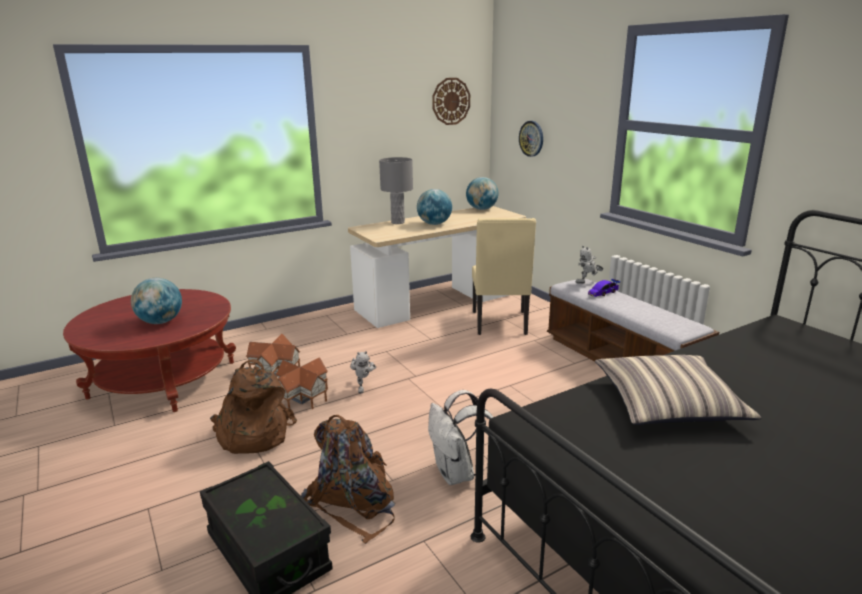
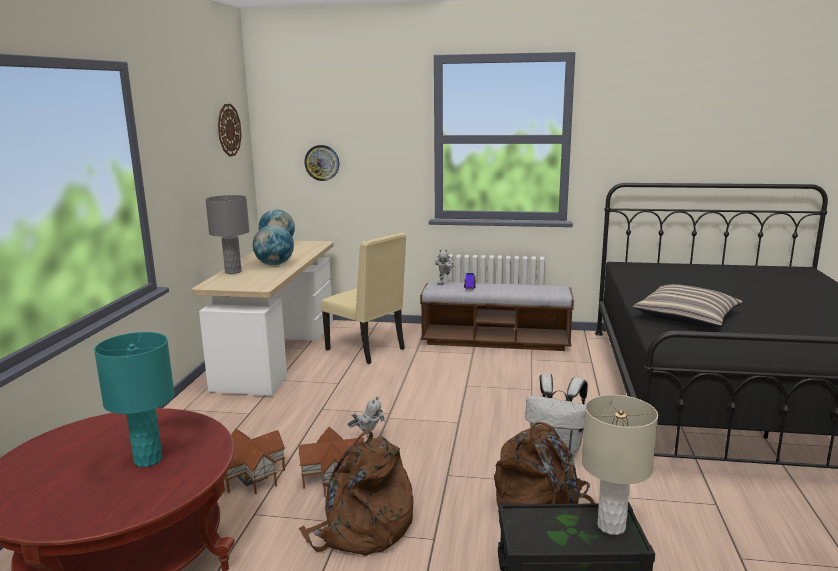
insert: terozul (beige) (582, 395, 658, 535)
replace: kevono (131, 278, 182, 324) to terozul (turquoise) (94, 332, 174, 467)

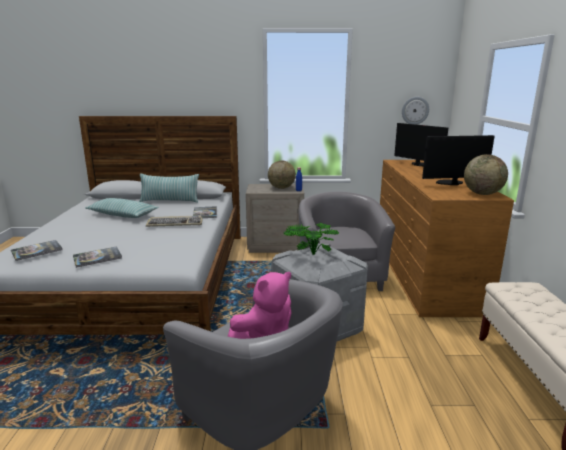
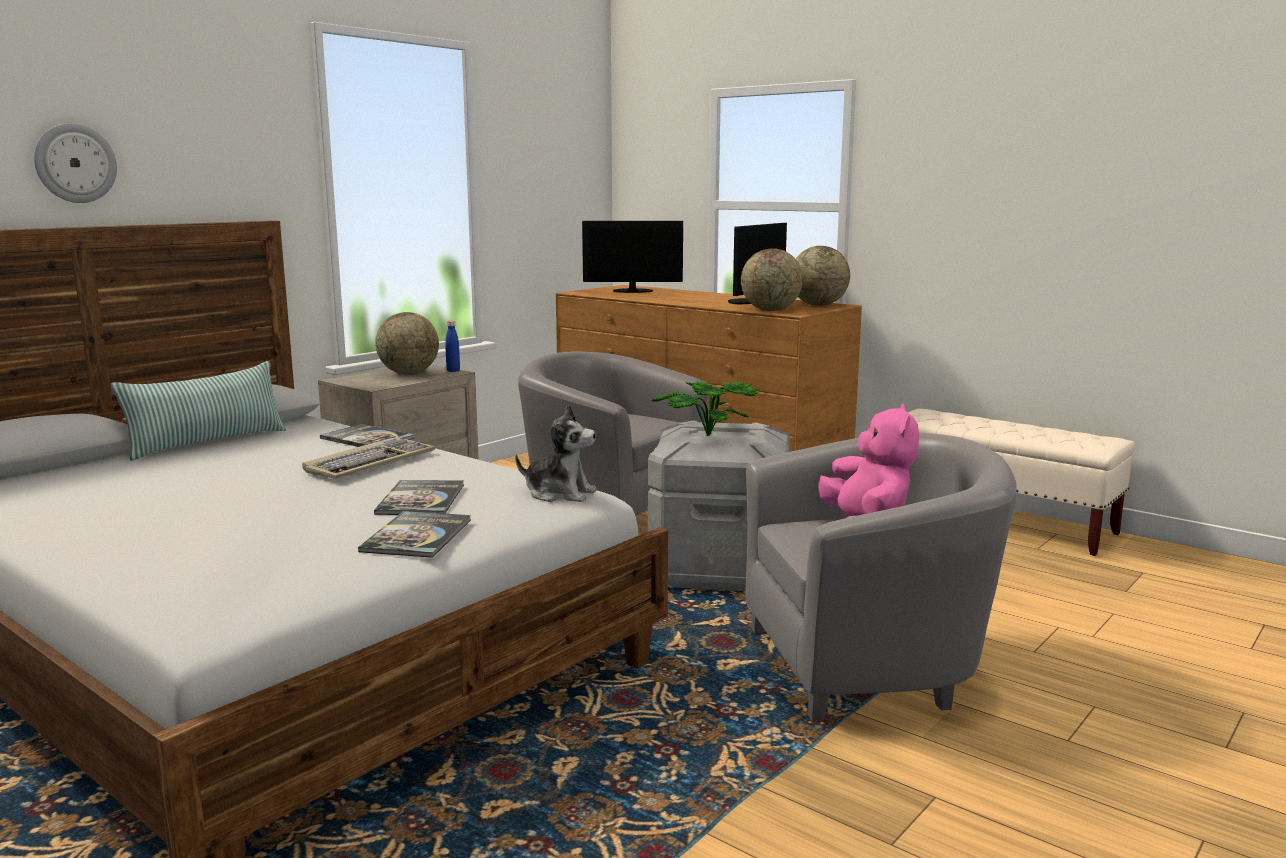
delete: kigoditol (85, 198, 159, 218)
insert: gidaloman (515, 404, 597, 502); kevono (741, 248, 803, 311)
move: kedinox (402, 97, 429, 125) to (34, 123, 117, 203); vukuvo (11, 240, 62, 261) to (374, 480, 464, 515)

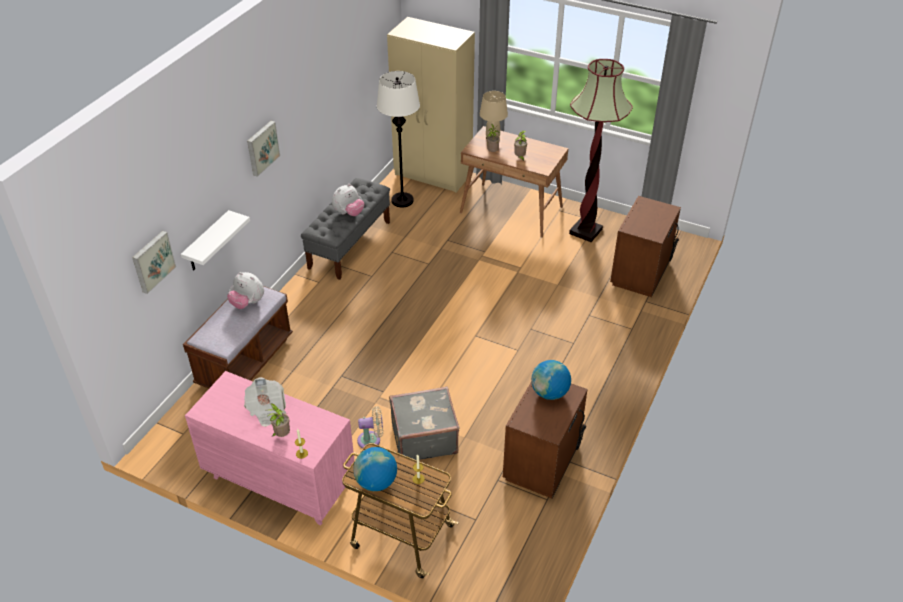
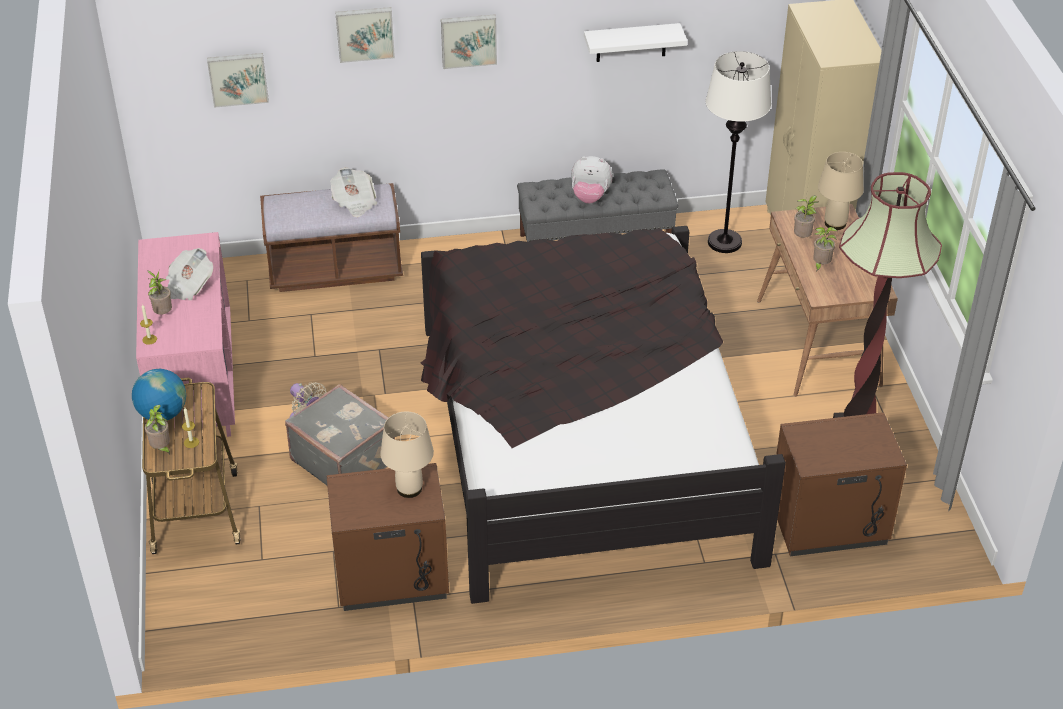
insert: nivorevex (145, 405, 170, 455); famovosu (335, 7, 395, 63); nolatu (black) (421, 226, 786, 604)
move: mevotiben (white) (181, 210, 250, 270) to (584, 23, 687, 62)
replace: gidaloman (227, 272, 264, 309) to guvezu (330, 167, 377, 217); kevono (531, 360, 571, 400) to terozul (beige) (380, 411, 434, 498)

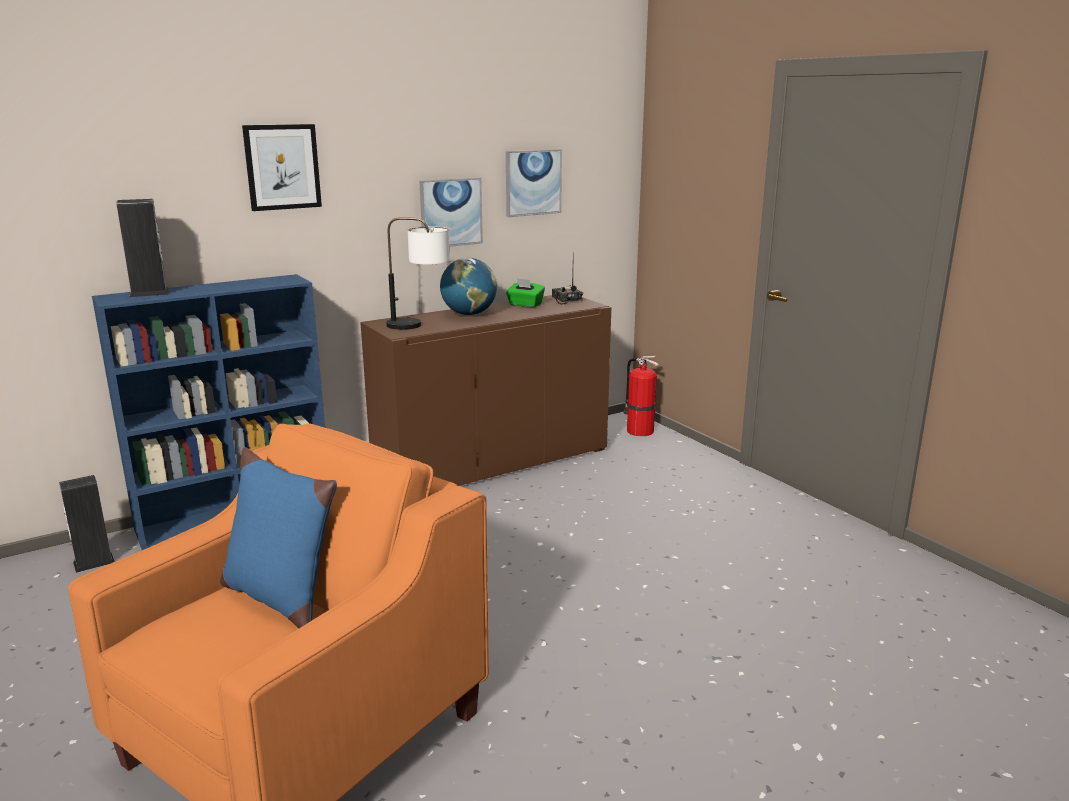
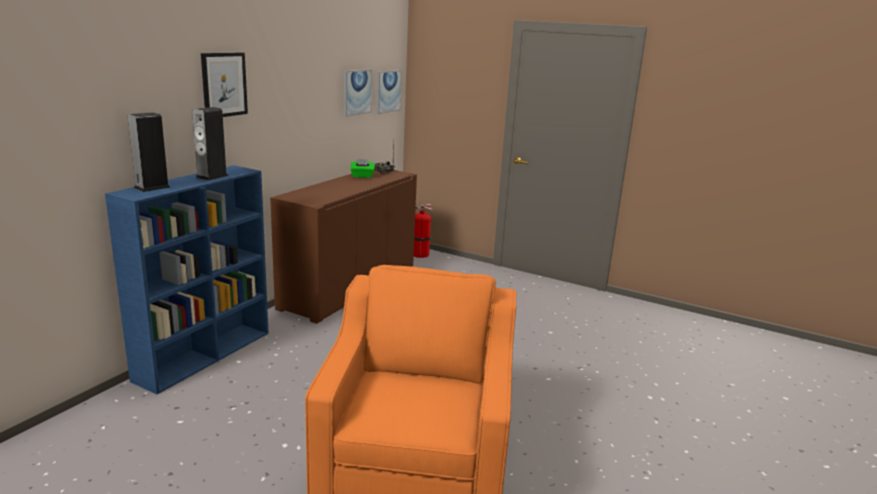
delete: kigoditol (blue) (220, 447, 337, 628); terozul (386, 217, 450, 329); kevono (440, 258, 497, 315)
move: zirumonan (59, 475, 115, 573) to (192, 107, 229, 181); famovosu (419, 177, 483, 247) to (376, 70, 401, 114)

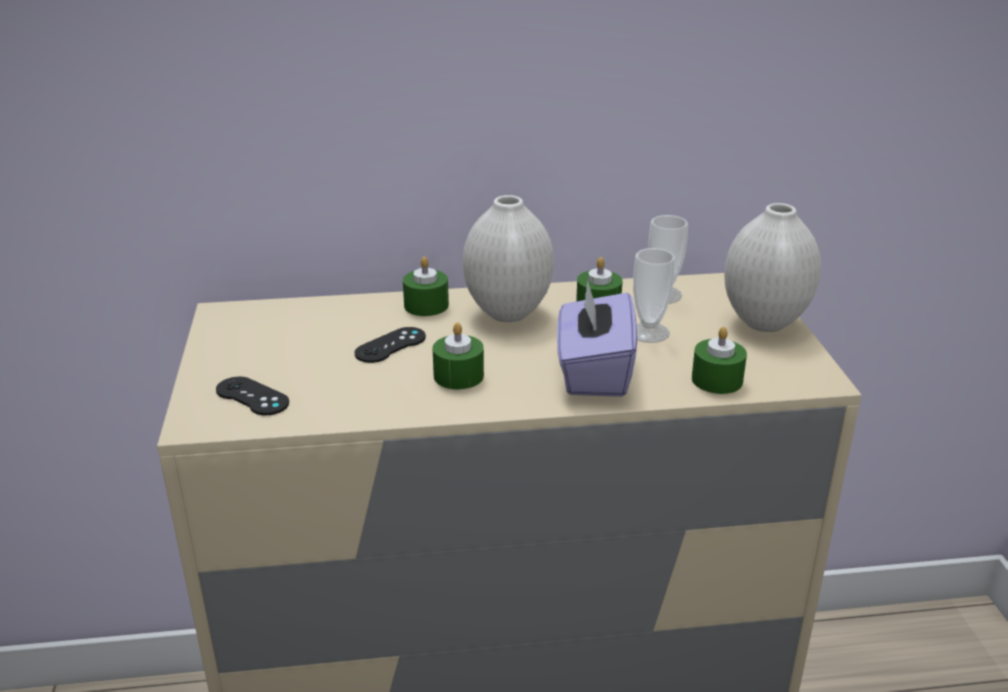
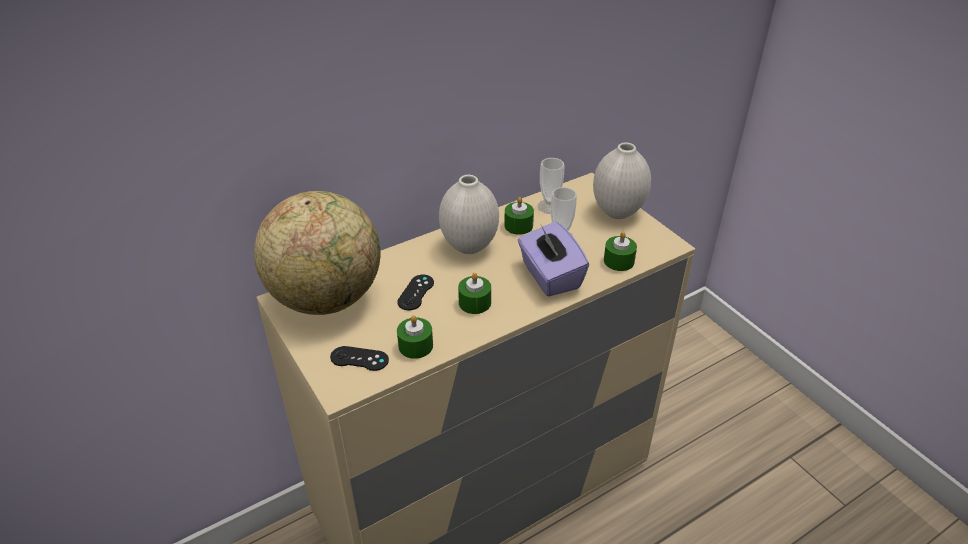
insert: kevono (254, 191, 381, 315)
move: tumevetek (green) (403, 257, 449, 316) to (397, 315, 433, 359)

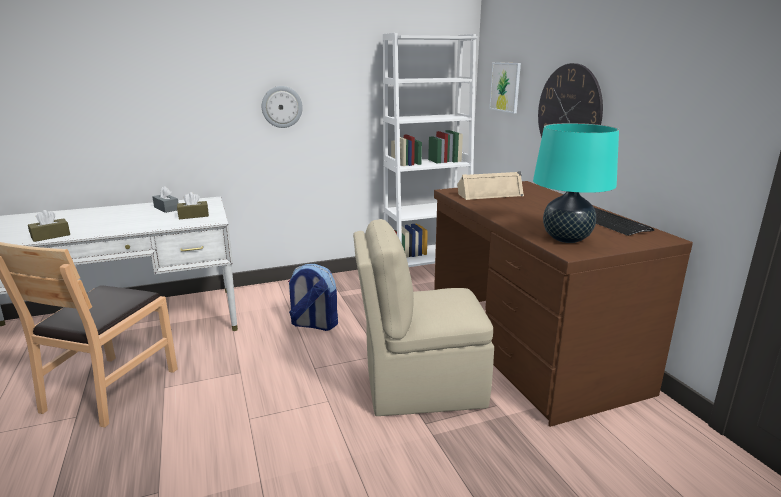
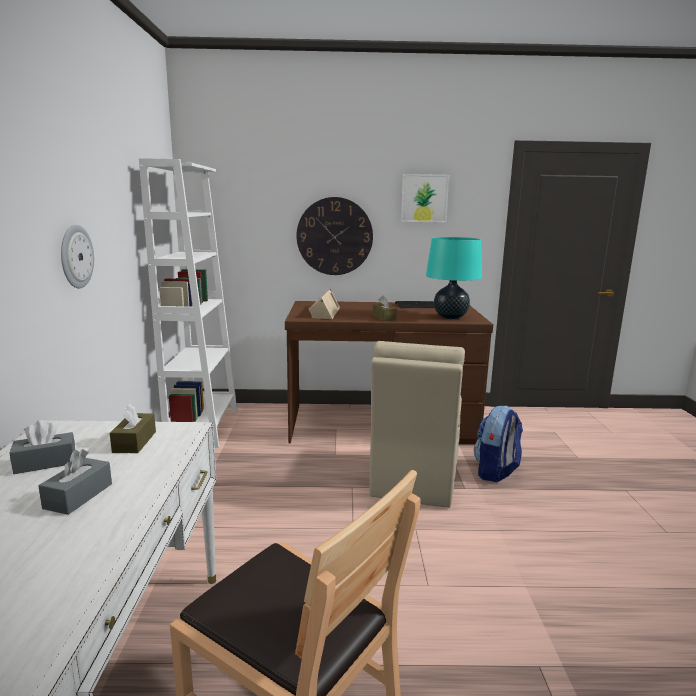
insert: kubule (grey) (38, 449, 112, 515)
move: kubule (brown) (28, 210, 70, 242) to (373, 295, 397, 321); famovosu (489, 62, 521, 113) to (401, 174, 449, 223); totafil (288, 264, 338, 331) to (474, 406, 523, 482)

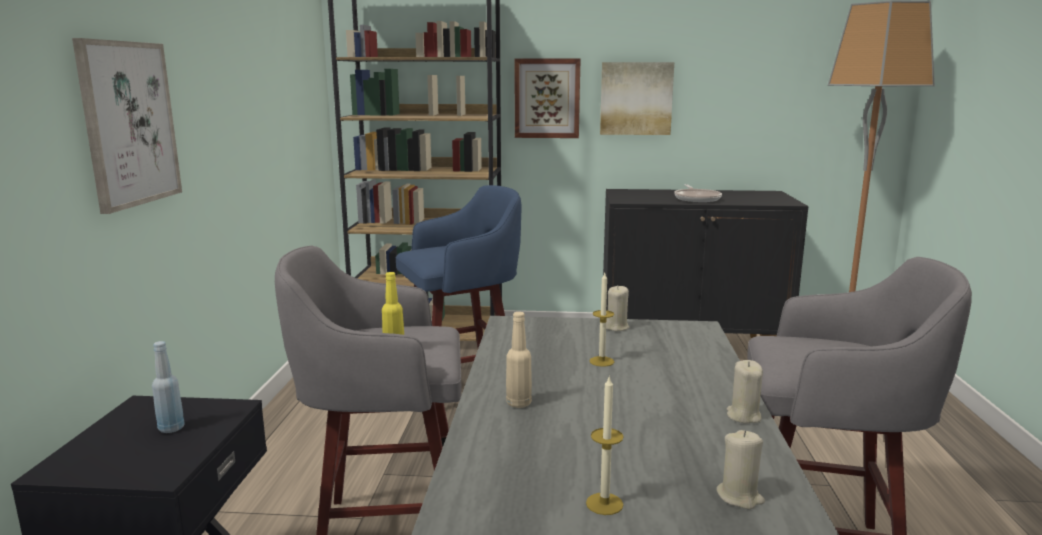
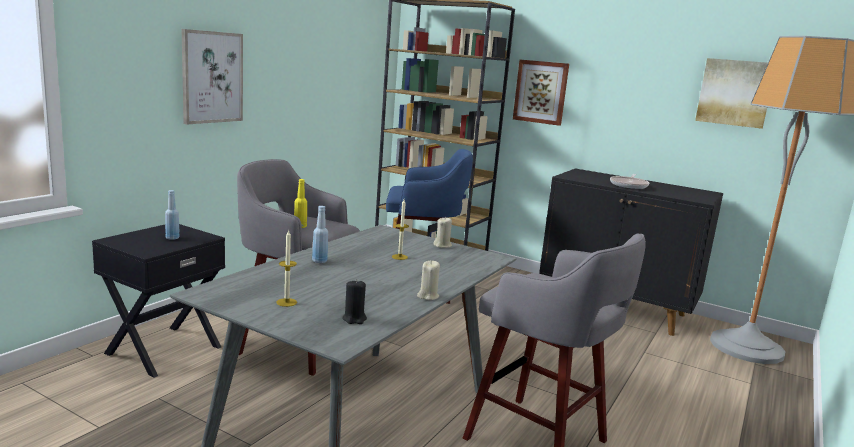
move: famovosu (600, 62, 674, 135) to (695, 58, 768, 129)
recolor: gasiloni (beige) (506, 312, 532, 408) to gasiloni (blue) (312, 206, 328, 263); tumevetek (beige) (716, 430, 765, 509) to tumevetek (black) (342, 279, 367, 324)

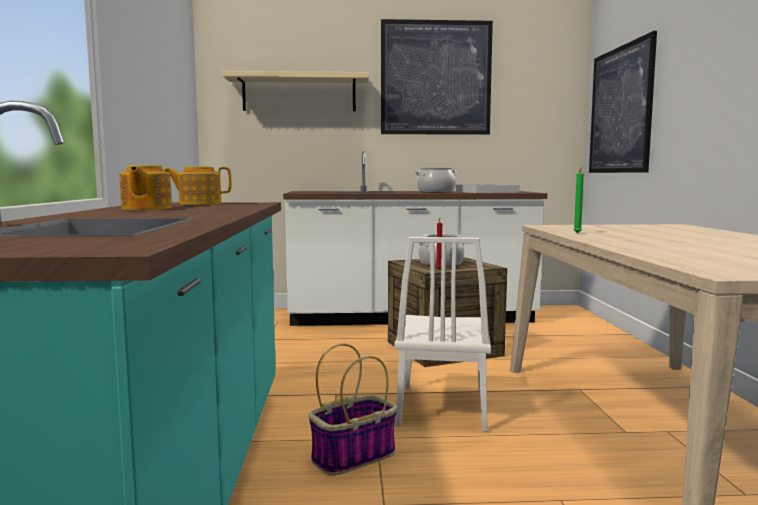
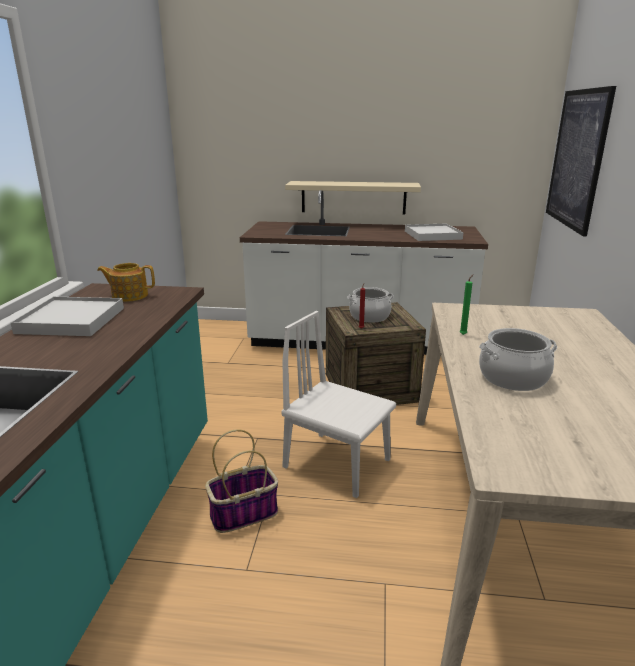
delete: famovosu (381, 19, 493, 135)
move: mevotiben (beige) (222, 71, 369, 111) to (285, 181, 421, 214); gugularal (415, 168, 457, 193) to (479, 328, 557, 391)
replace: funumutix (119, 165, 172, 210) to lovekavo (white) (10, 297, 124, 336)
rotate: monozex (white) (394, 237, 491, 432) = (281, 311, 396, 498) 105 degrees clockwise

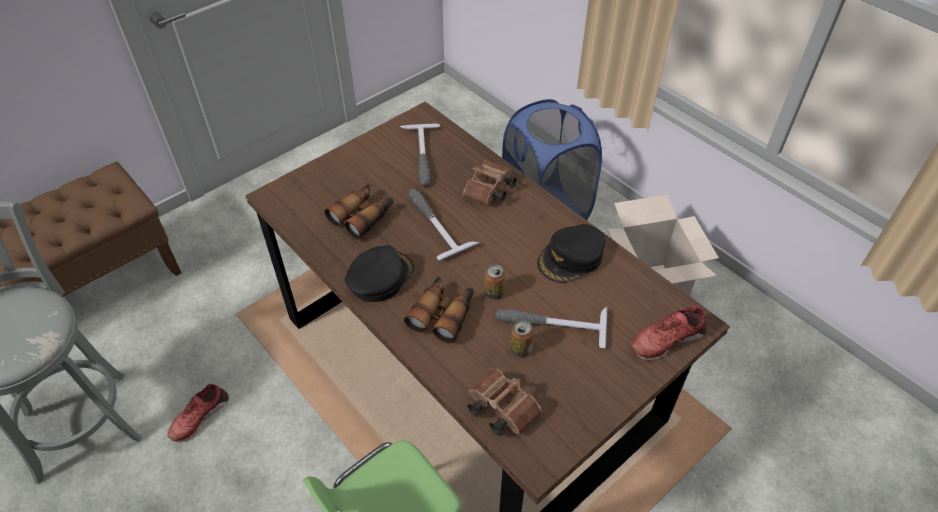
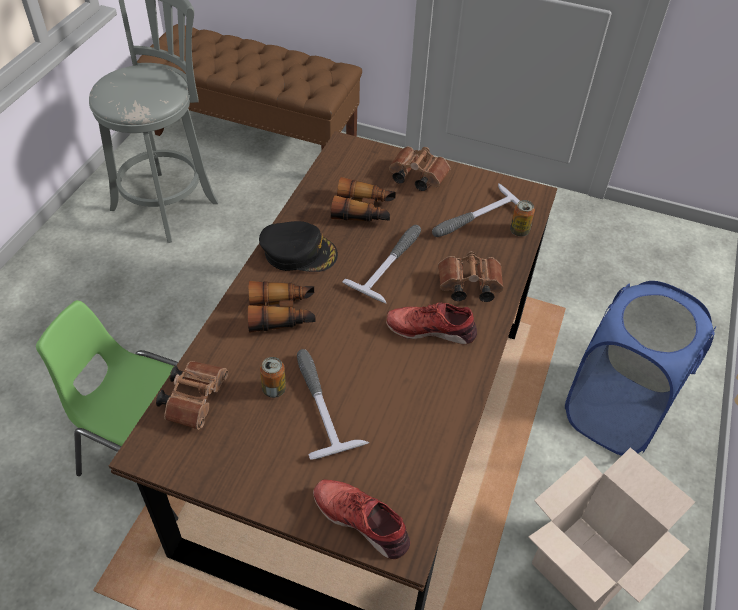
delete: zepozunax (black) (537, 224, 605, 283)
insert: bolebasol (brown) (389, 146, 450, 191)
move: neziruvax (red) (168, 384, 229, 442) to (386, 303, 477, 344); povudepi (484, 264, 505, 300) to (510, 200, 535, 237)

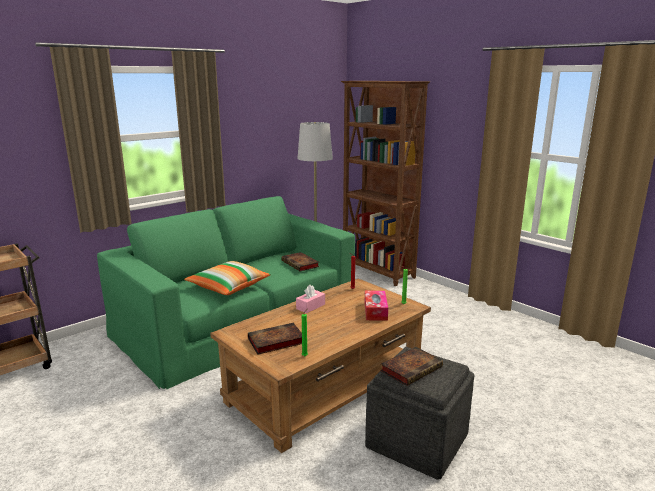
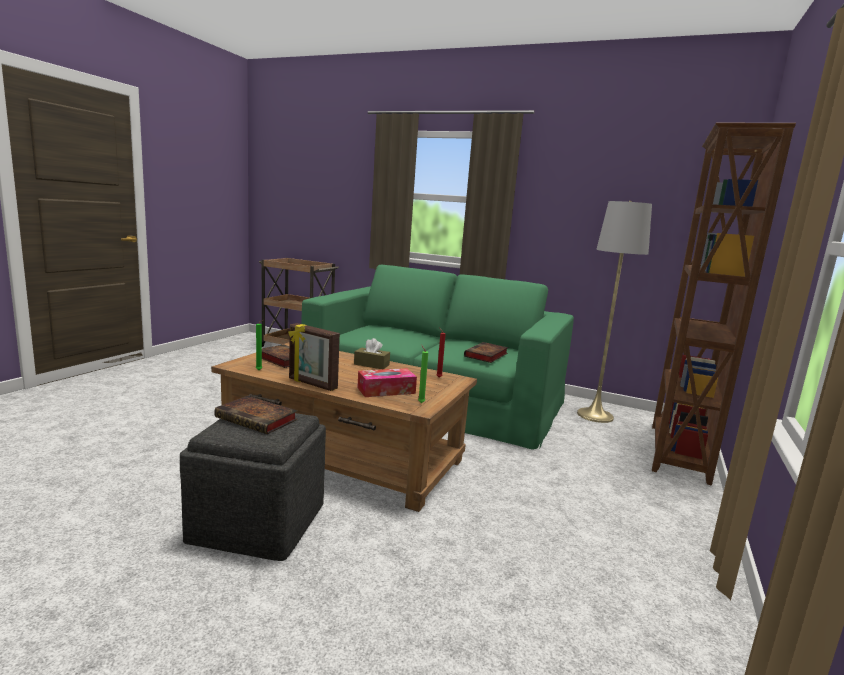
delete: kigoditol (184, 261, 271, 295)
insert: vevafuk (288, 323, 340, 391)
recolor: kubule (pink) (296, 285, 325, 313) to kubule (brown) (354, 338, 390, 369)

